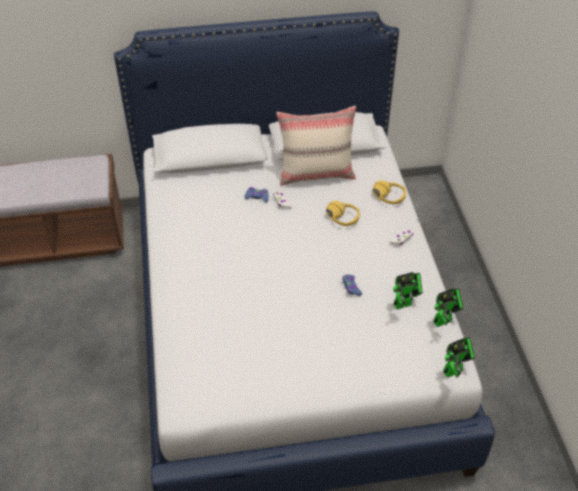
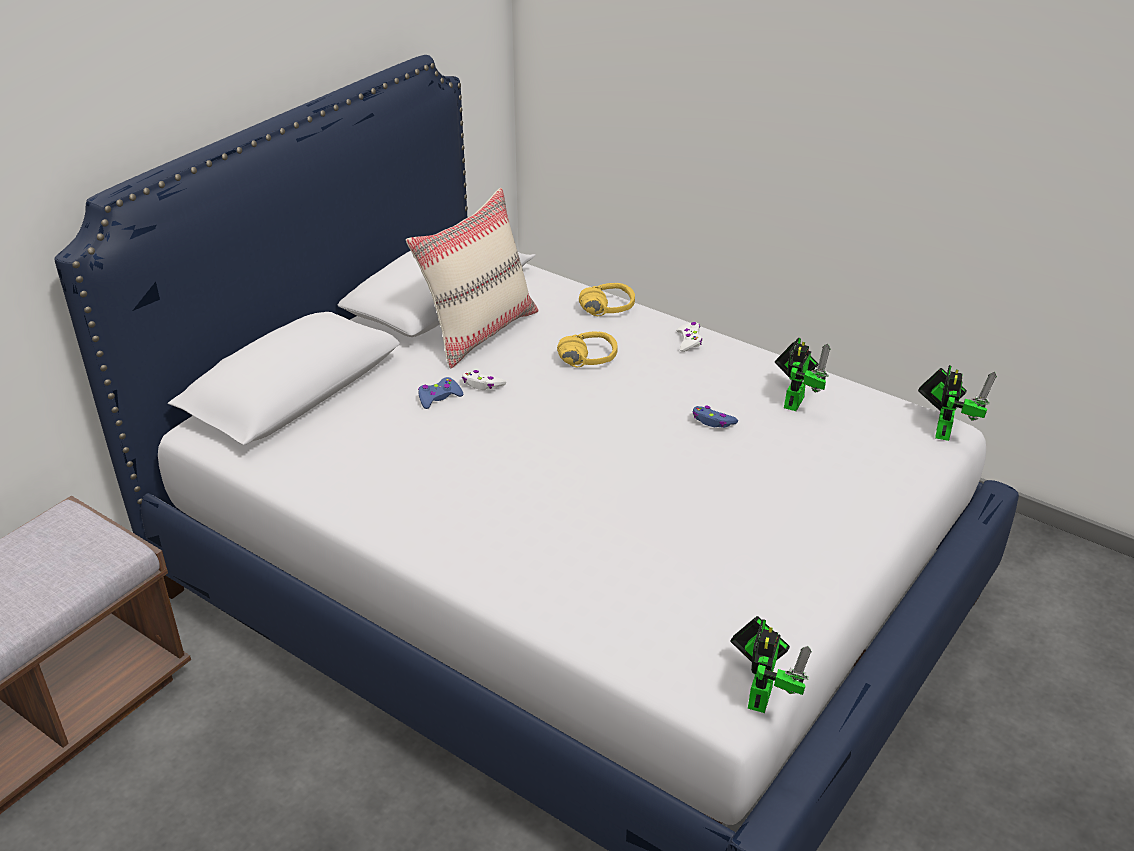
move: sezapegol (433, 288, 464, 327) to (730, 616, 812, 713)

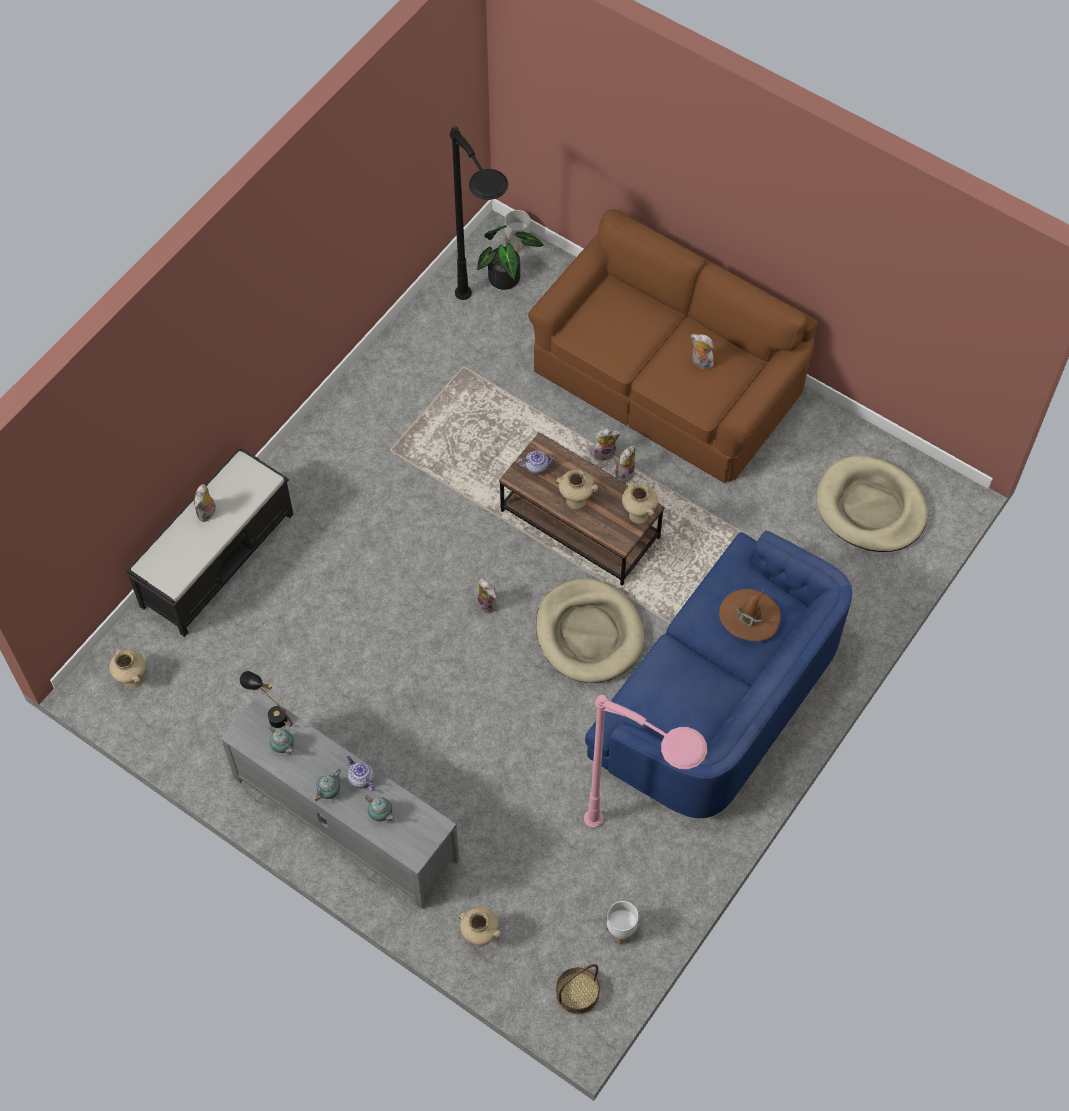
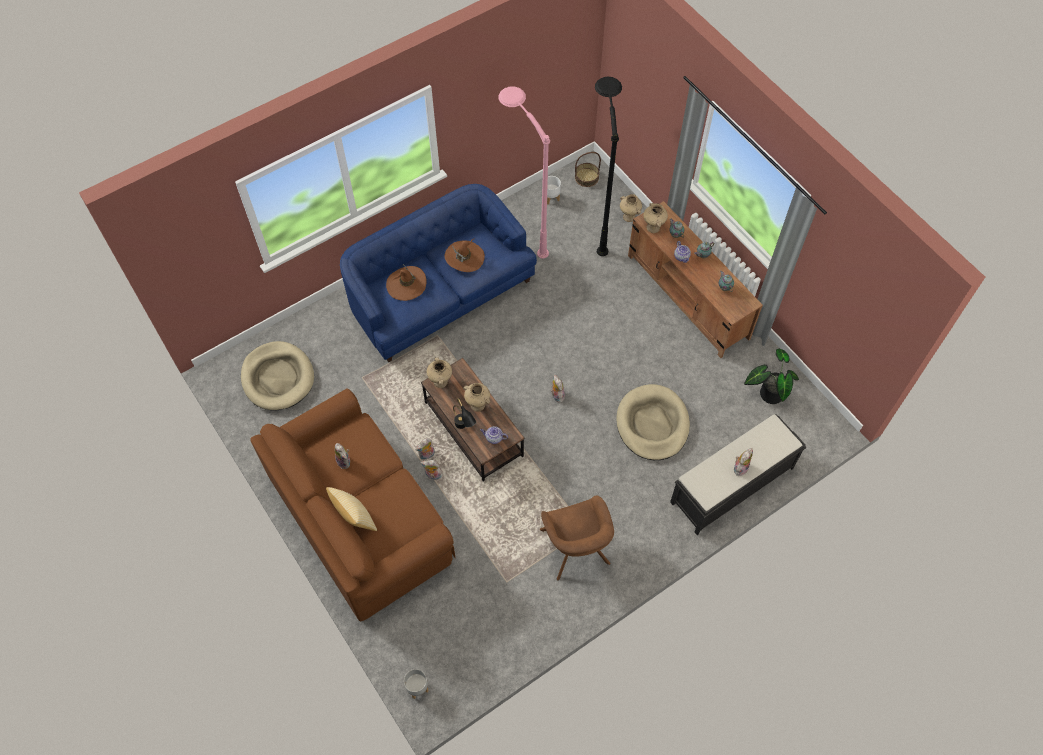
insert: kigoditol (326, 487, 377, 531); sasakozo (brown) (445, 239, 485, 272); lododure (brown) (540, 495, 614, 581)
move: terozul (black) (239, 671, 292, 728) to (453, 398, 476, 429); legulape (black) (450, 126, 508, 300) to (595, 77, 622, 256); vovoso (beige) (536, 579, 644, 683) to (616, 384, 690, 460); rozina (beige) (109, 649, 146, 689) to (643, 203, 668, 233); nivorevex (477, 225, 544, 290) to (744, 349, 799, 404)
recolor: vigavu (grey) (221, 692, 460, 909) to vigavu (brown) (628, 201, 763, 358)

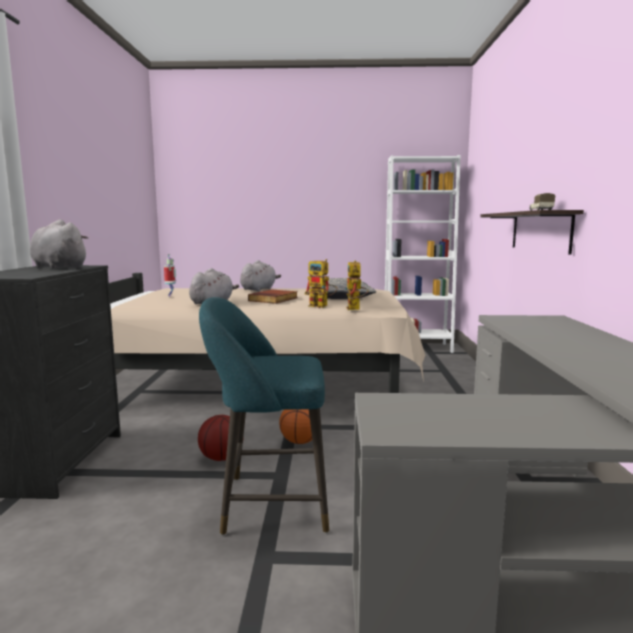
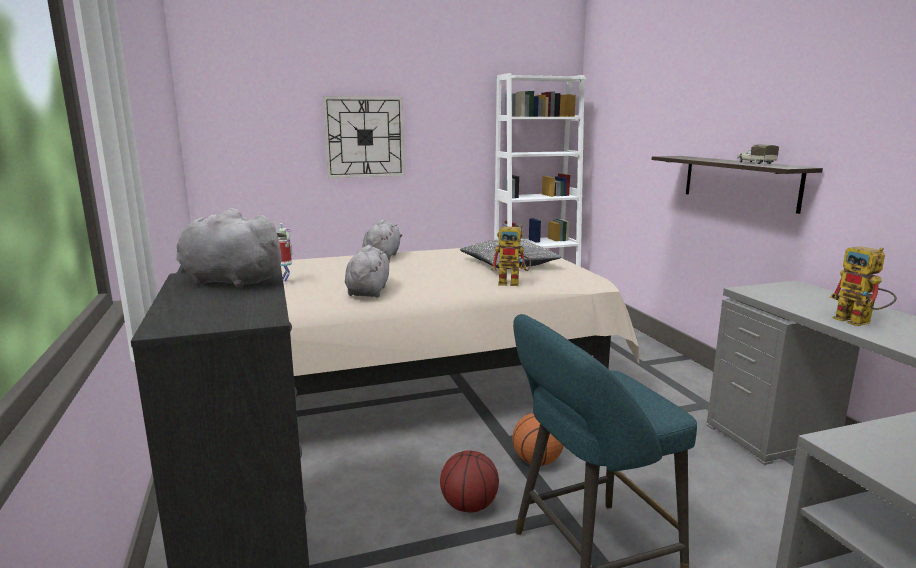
delete: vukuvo (248, 289, 298, 304)
insert: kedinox (323, 96, 405, 178)
move: sezapegol (345, 261, 368, 310) to (830, 246, 897, 326)

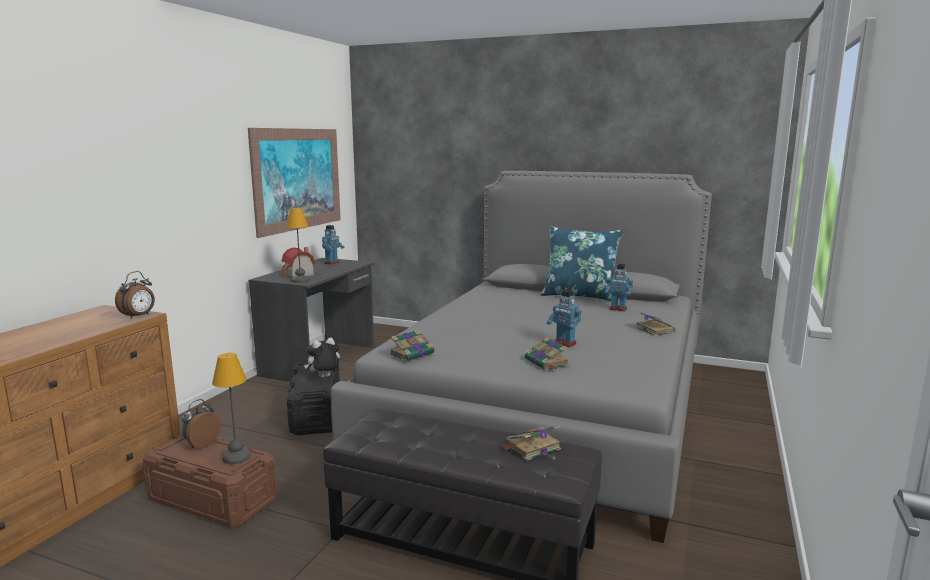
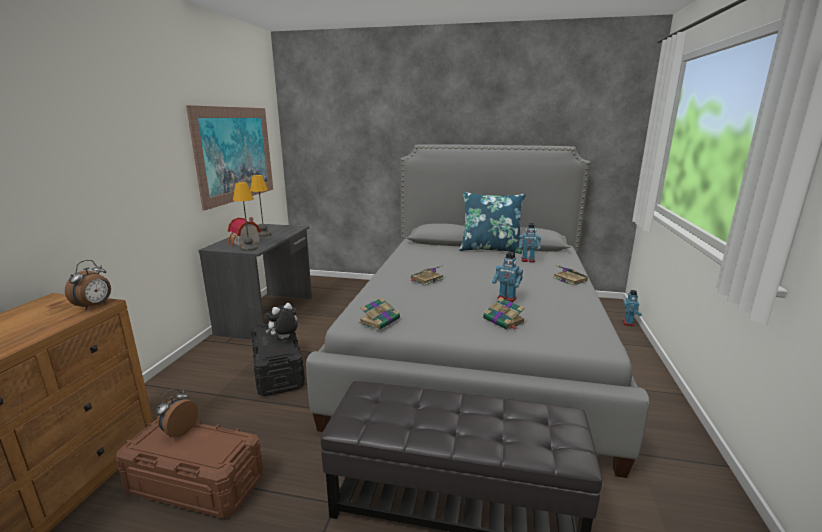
move: terozul (212, 353, 251, 464) to (250, 175, 272, 237); vukuvo (503, 425, 561, 461) to (410, 265, 444, 286); sezapegol (322, 225, 345, 265) to (622, 290, 642, 326)

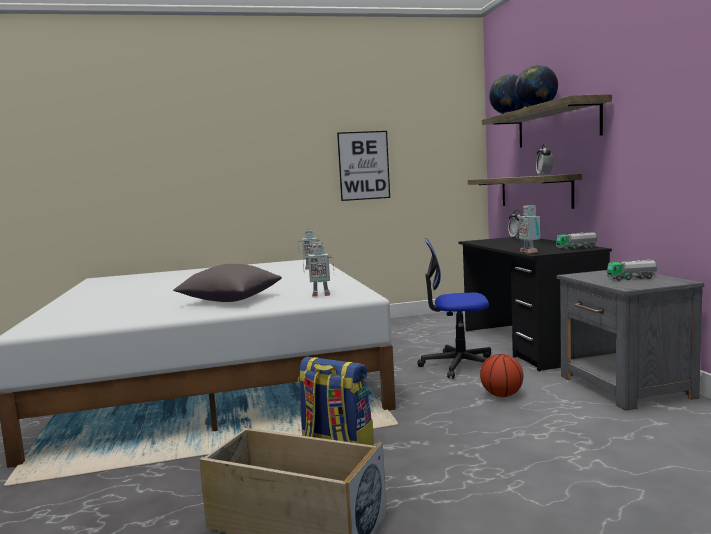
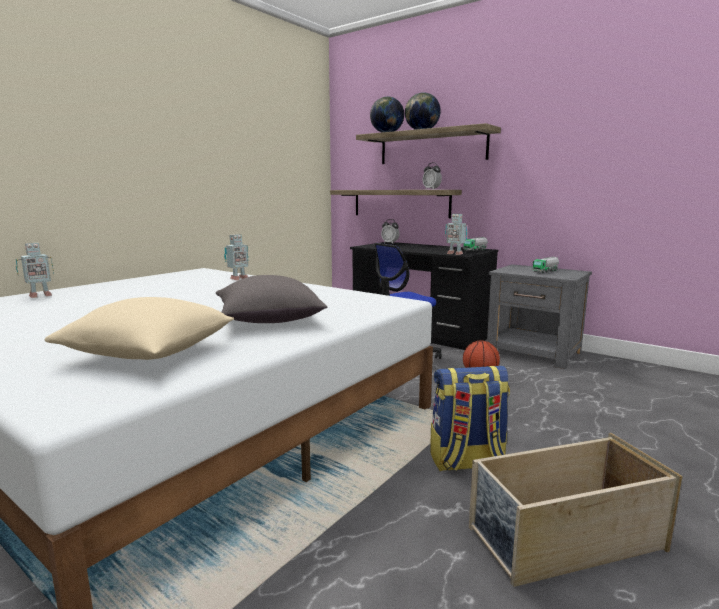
delete: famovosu (337, 131, 390, 201)
insert: kigoditol (beige) (44, 297, 234, 360)
move: sezapegol (303, 242, 334, 296) to (16, 243, 54, 298)

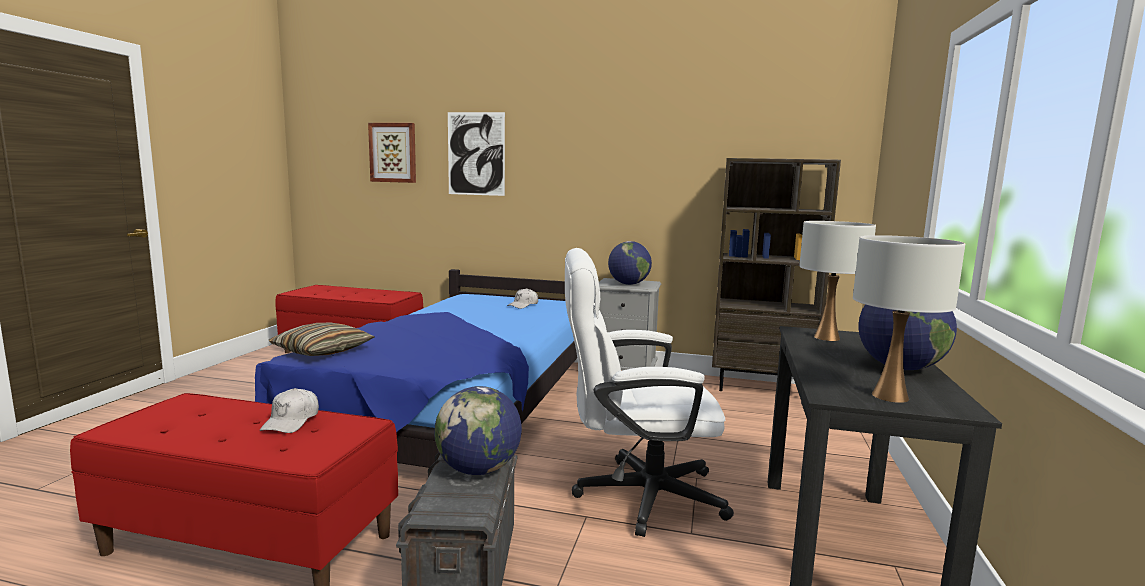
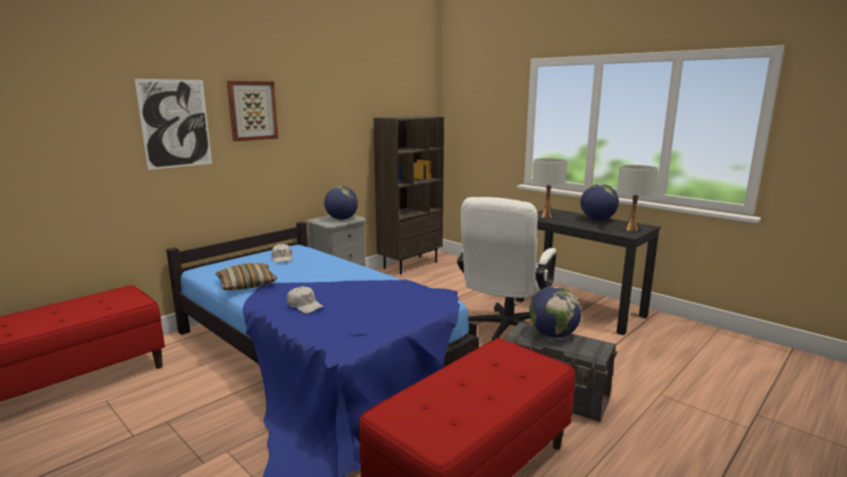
move: kigoditol (268, 323, 375, 356) to (215, 263, 277, 290); famovosu (368, 123, 416, 183) to (227, 81, 278, 141); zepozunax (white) (260, 388, 319, 433) to (287, 286, 324, 314)

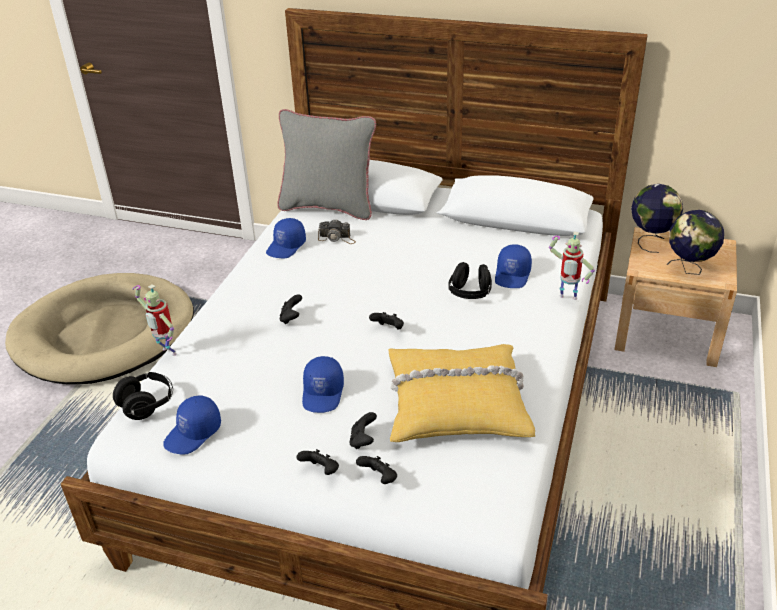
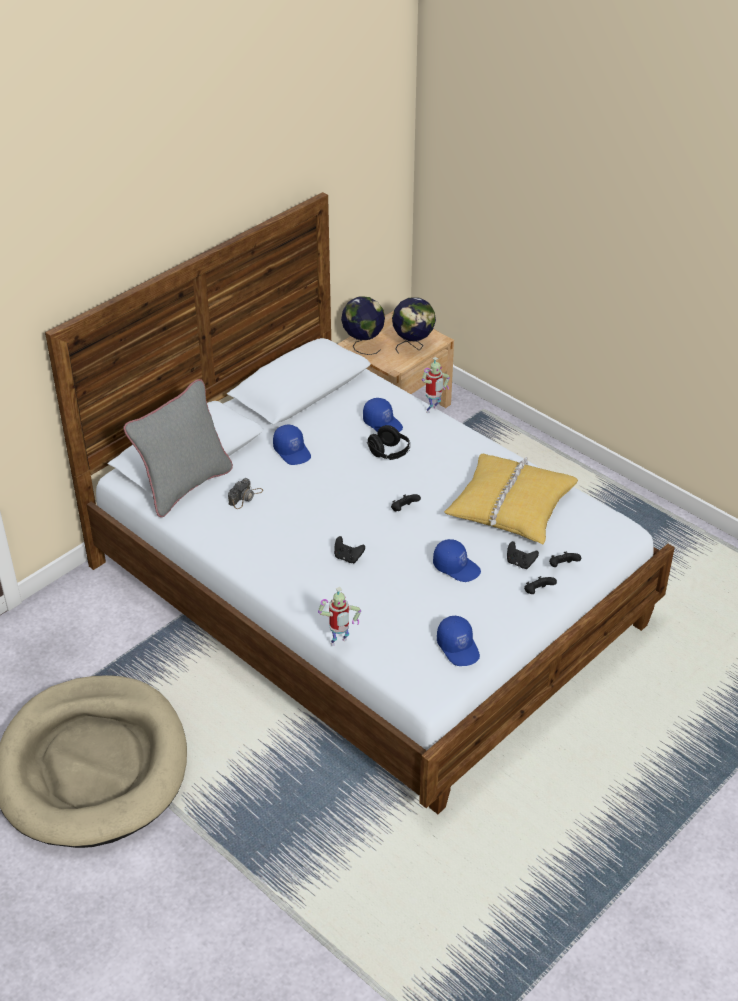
delete: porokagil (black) (113, 372, 173, 420)
move: zepozunax (blue) (266, 218, 306, 259) to (273, 425, 311, 465)

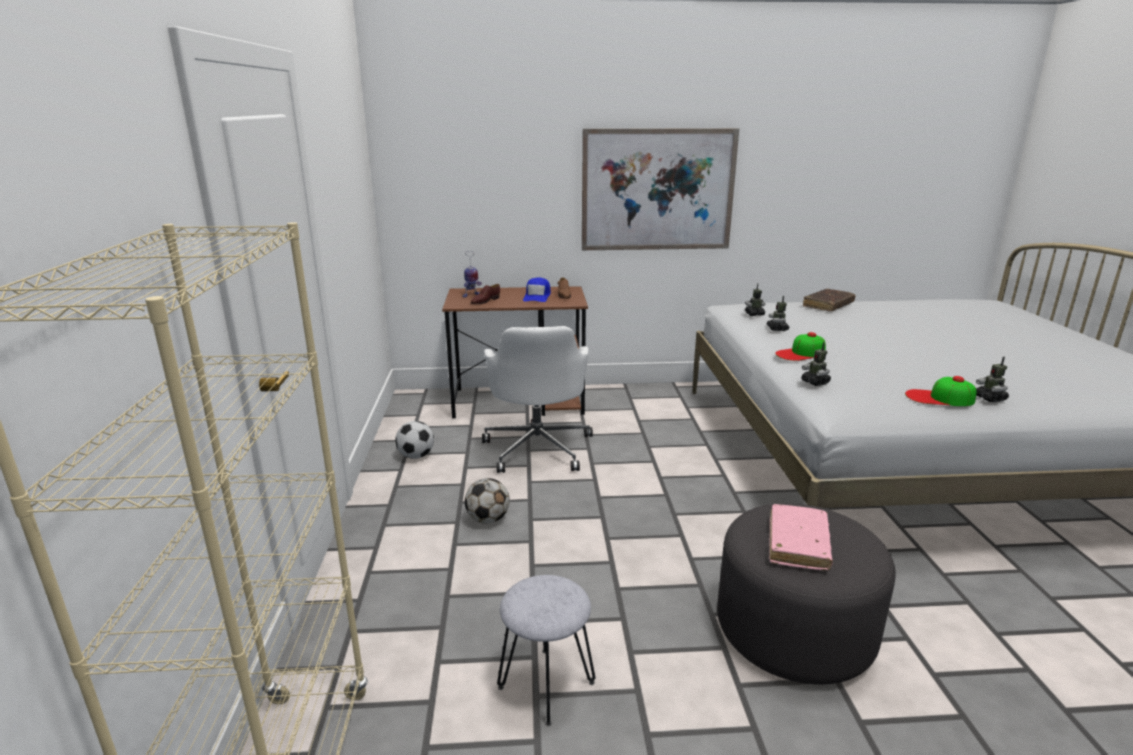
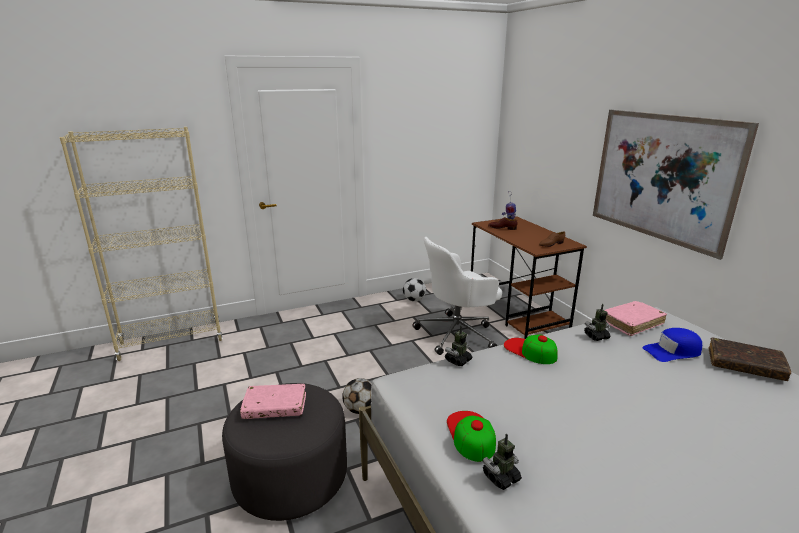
delete: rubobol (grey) (497, 575, 595, 726)
move: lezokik (465, 478, 510, 524) to (342, 378, 372, 414); zepozunax (blue) (523, 278, 551, 302) to (642, 328, 702, 362)
replace: sezapegol (745, 283, 765, 316) to vukuvo (pink) (605, 301, 667, 336)

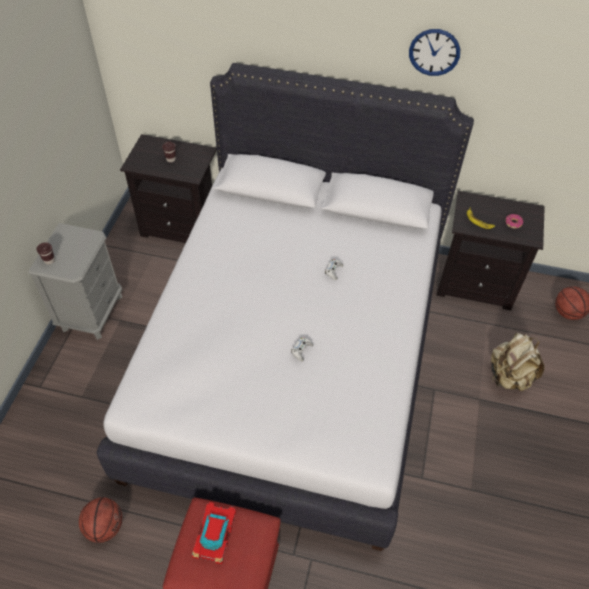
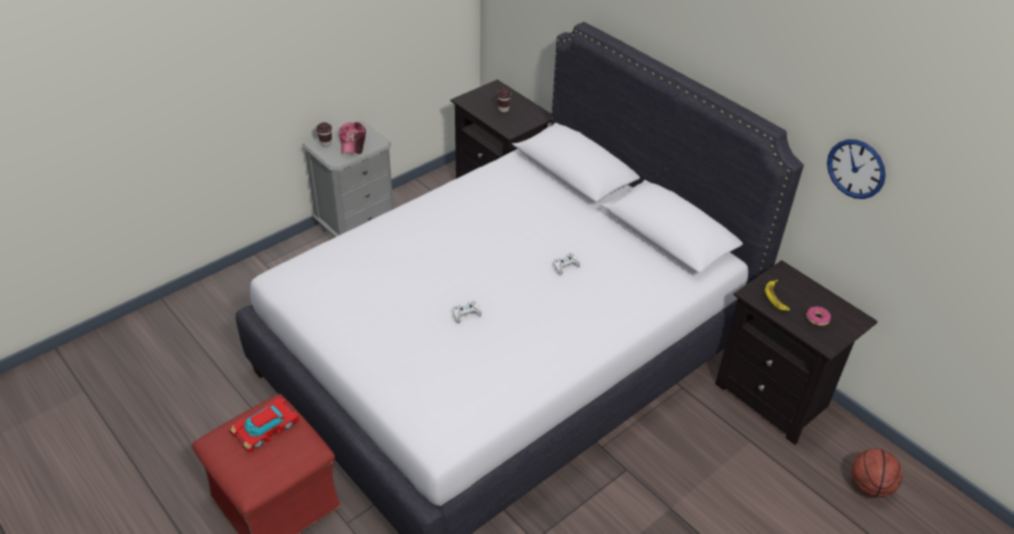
delete: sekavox (79, 497, 123, 543); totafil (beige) (491, 333, 544, 391)
insert: zepozunax (339, 122, 366, 154)
move: kedinox (409, 29, 460, 76) to (827, 139, 886, 199)

